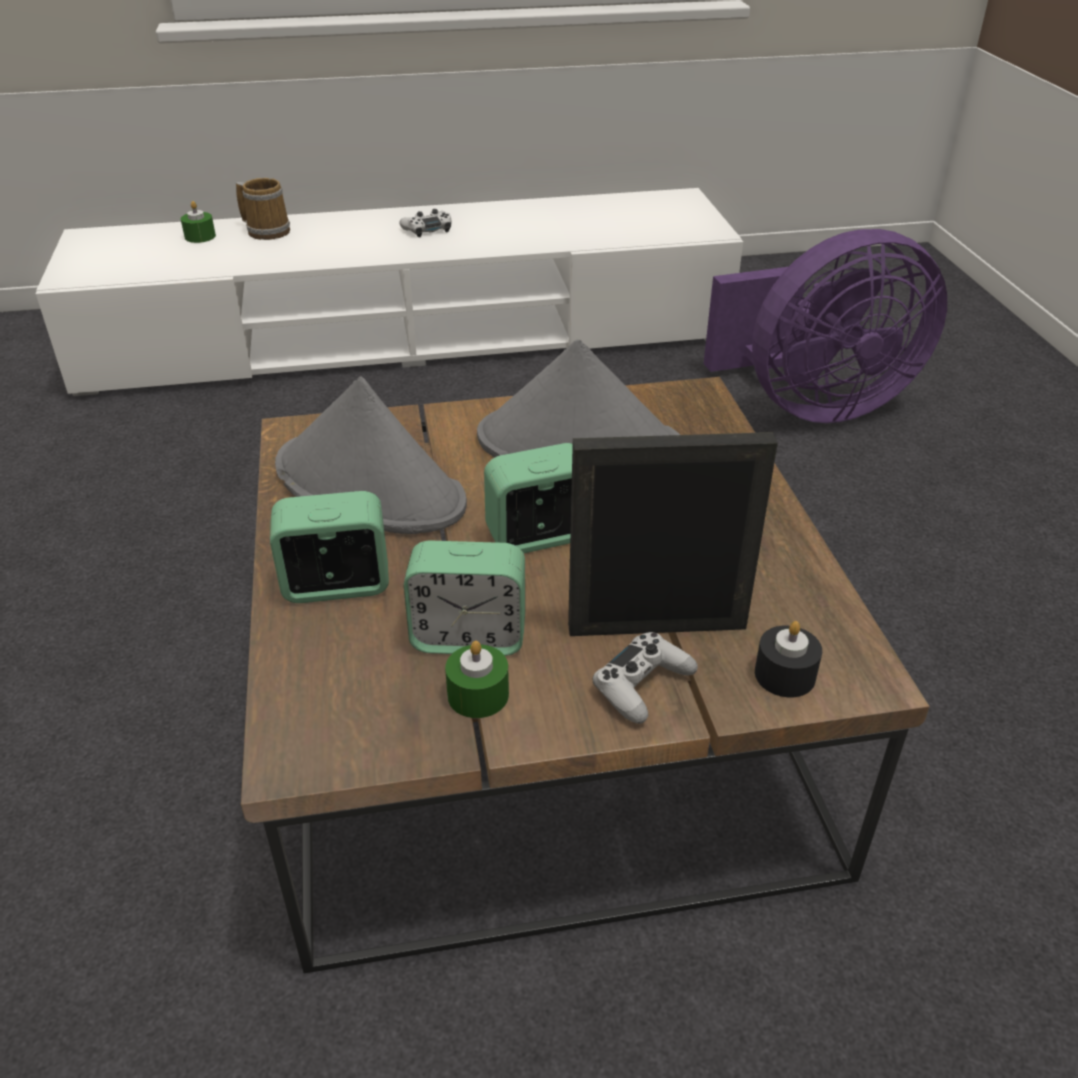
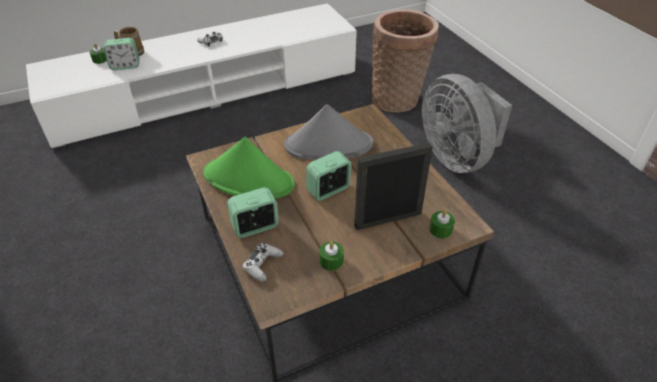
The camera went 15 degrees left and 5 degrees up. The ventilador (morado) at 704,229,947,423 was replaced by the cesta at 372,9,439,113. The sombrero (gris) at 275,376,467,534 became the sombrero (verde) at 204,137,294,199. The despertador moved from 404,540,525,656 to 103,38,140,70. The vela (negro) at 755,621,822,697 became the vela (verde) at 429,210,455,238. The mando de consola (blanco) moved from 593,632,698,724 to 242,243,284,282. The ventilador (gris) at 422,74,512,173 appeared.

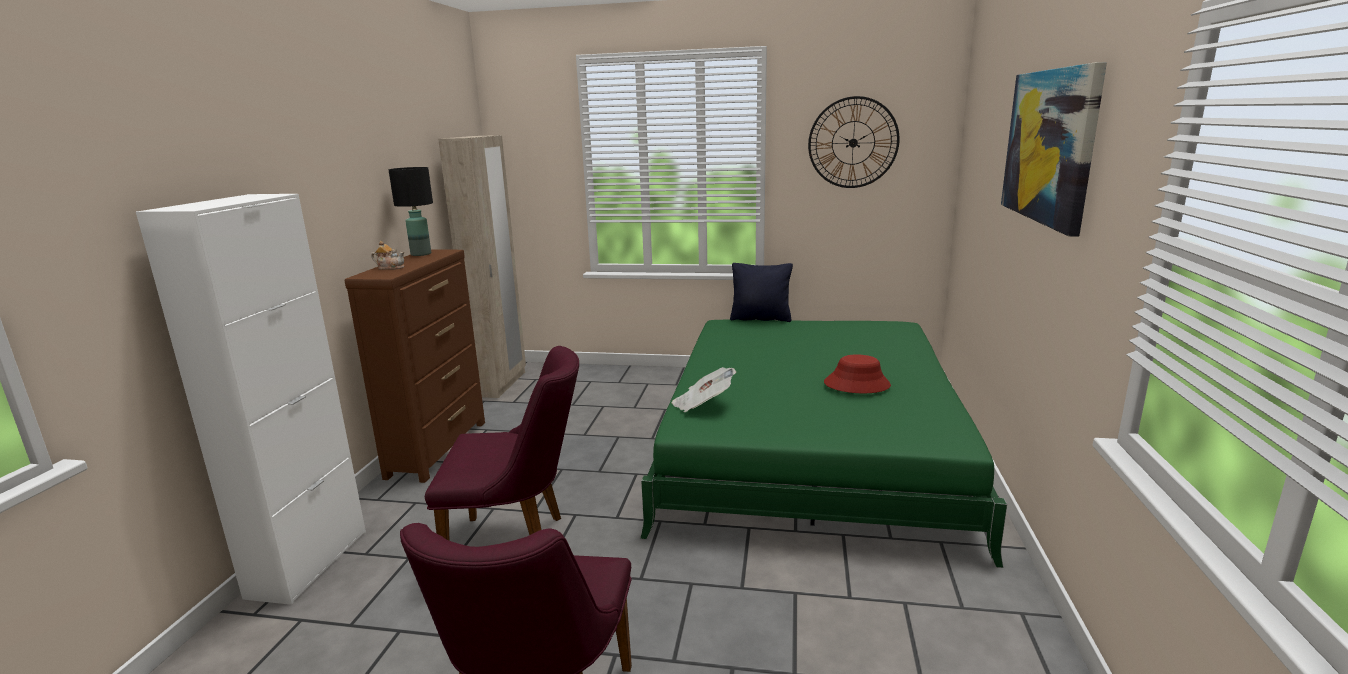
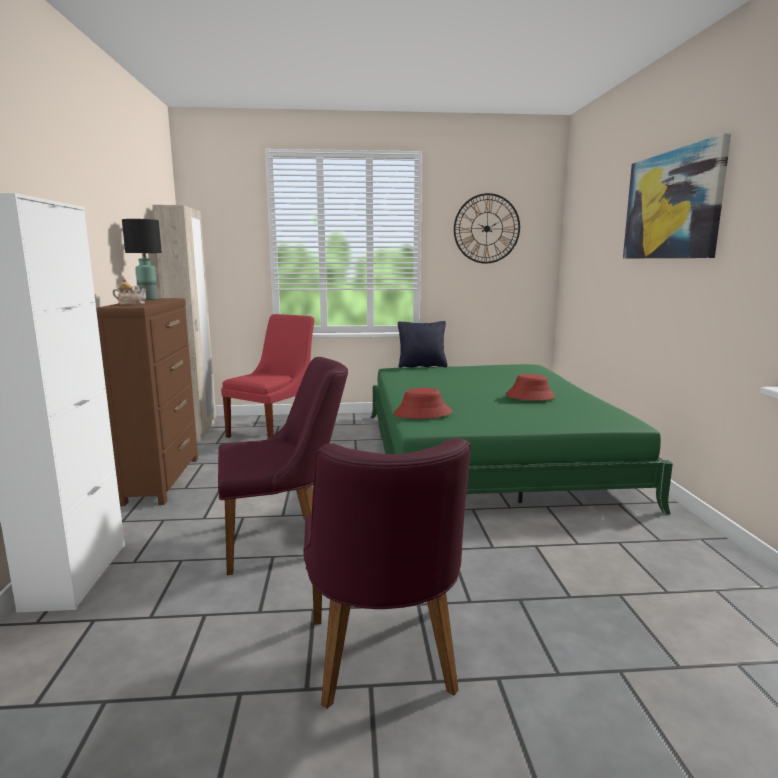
The camera went 15 degrees left and 5 degrees down. The periódico at 672,367,736,412 was replaced by the sombrero (rojo) at 394,388,452,419. The silla (rojo) at 221,314,315,438 appeared.

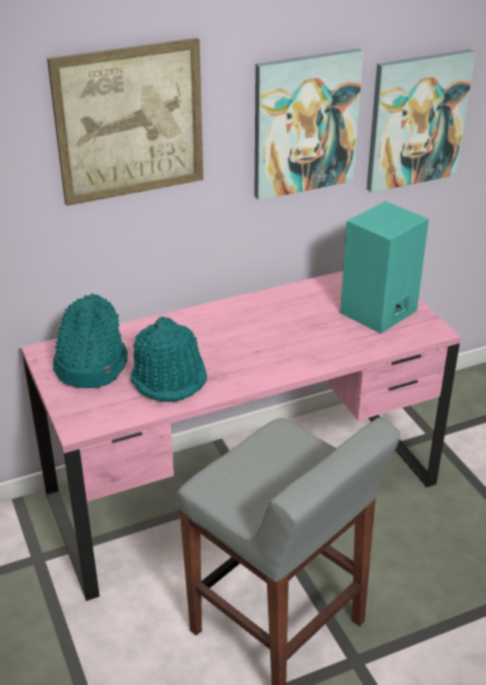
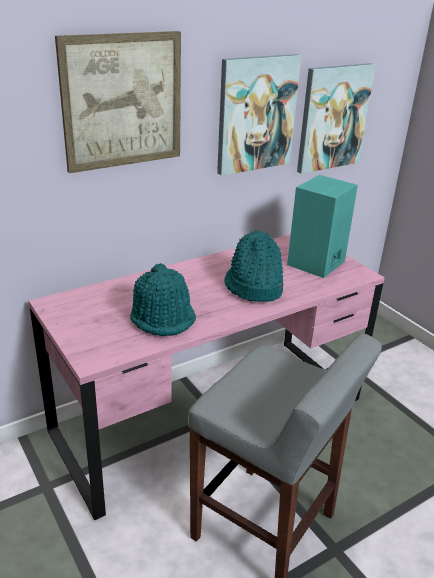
The camera went 10 degrees left and 5 degrees down. The sombrero (turquesa) moved from 53,293,128,388 to 224,230,283,302.

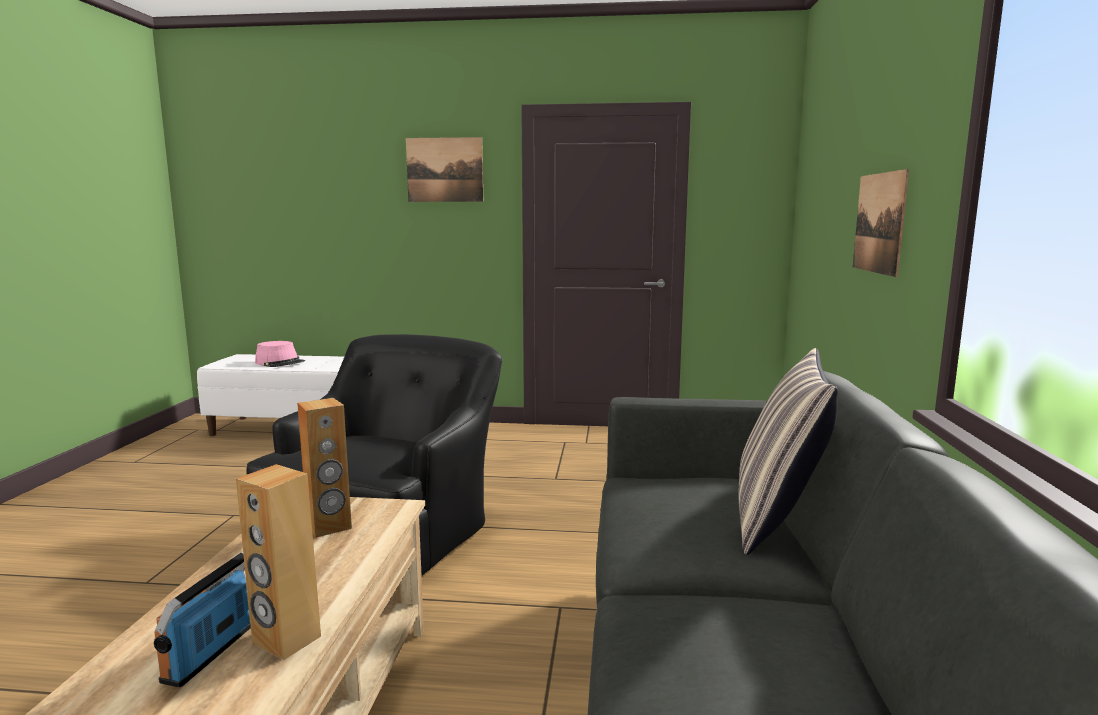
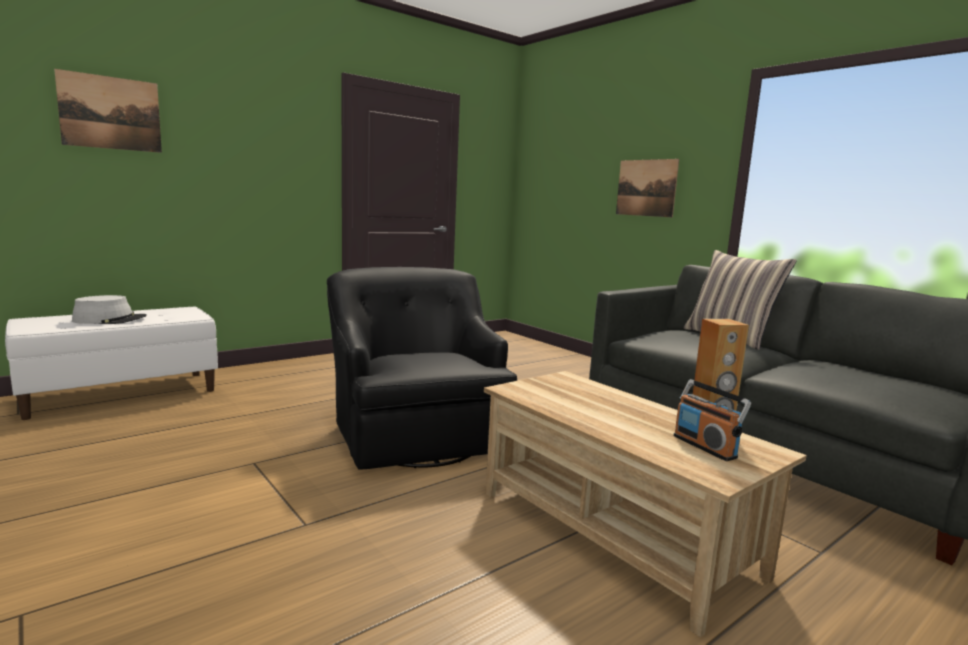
The camera went 45 degrees left and 0 degrees up. The cuadro moved from 406,137,483,202 to 54,69,162,153. The sombrero (rosa) at 255,341,305,367 became the sombrero (gris) at 72,295,147,324. The altavoz (marrón) at 297,398,352,538 disappeared.

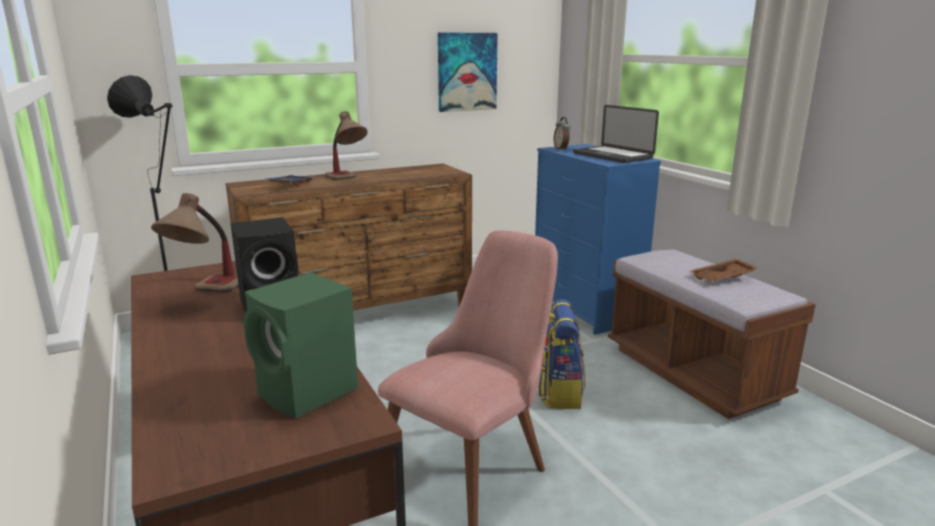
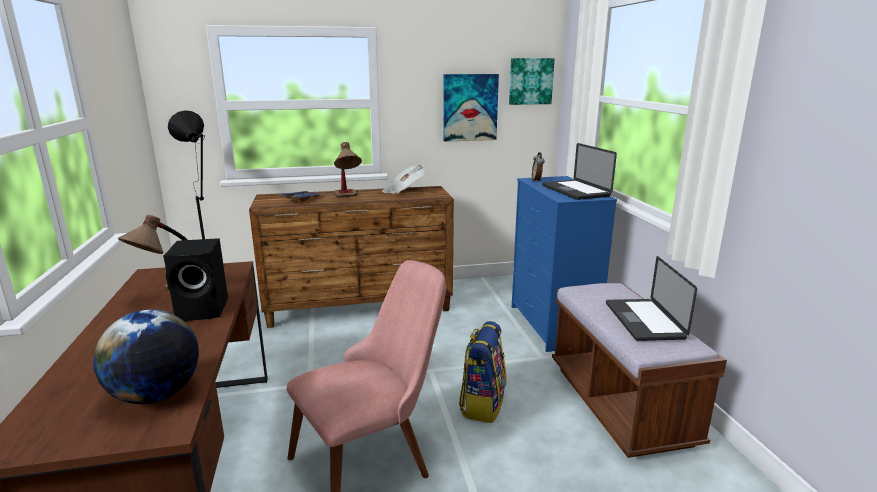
The camera went 15 degrees right and 0 degrees up. The bandeja (marrón) at 689,259,760,282 was replaced by the portátil at 606,256,697,341. The altavoz (verde) at 243,272,358,419 was replaced by the globo terráqueo at 93,310,199,404. The cuadro at 509,58,555,105 appeared. The periódico at 382,165,425,194 appeared.

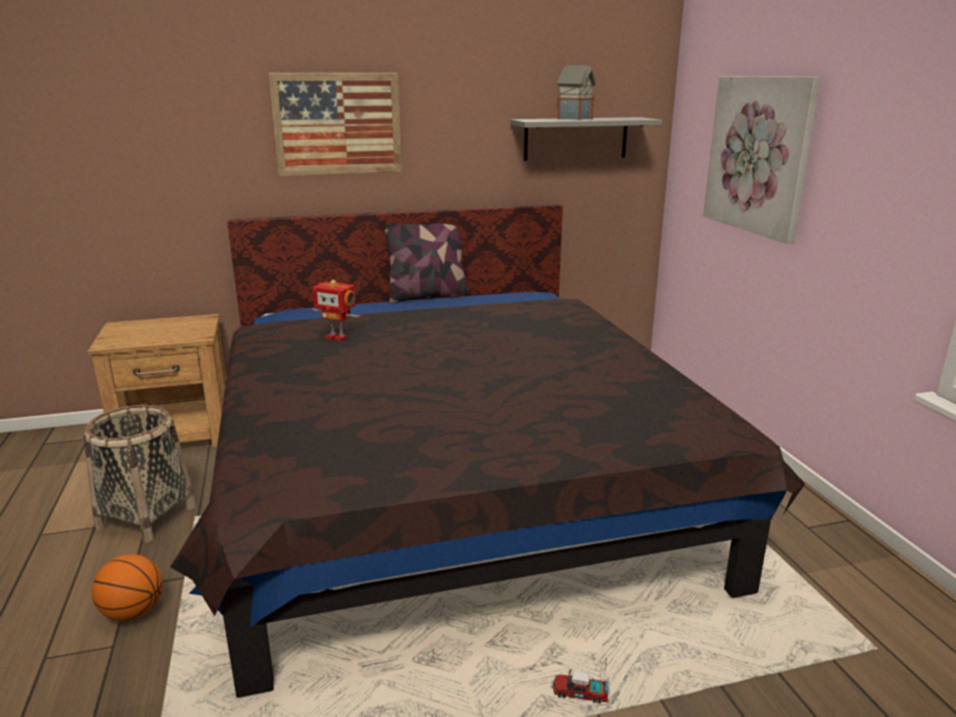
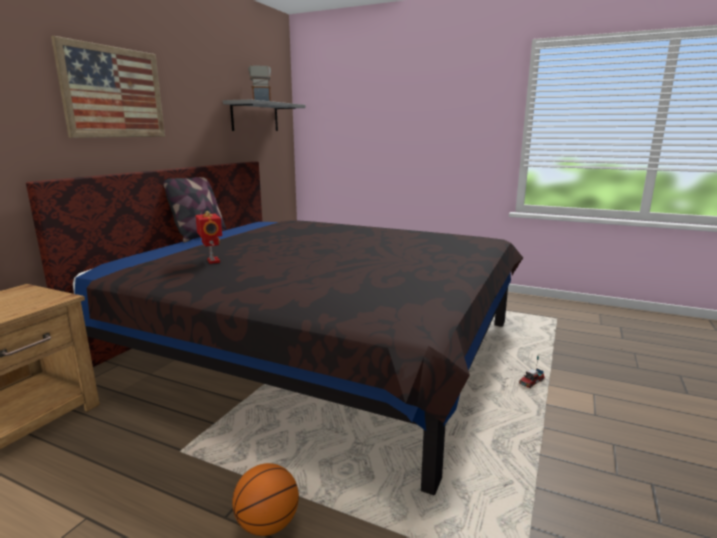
The camera went 50 degrees left and 5 degrees down. The cuadro at 703,76,821,244 disappeared. The robot de juguete at 312,280,361,341 turned 90 degrees counterclockwise. The cesta at 84,405,197,543 disappeared.

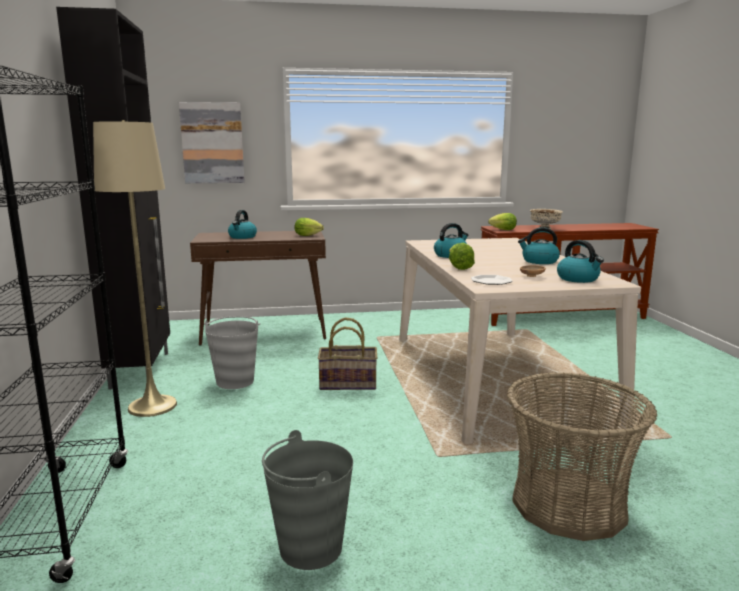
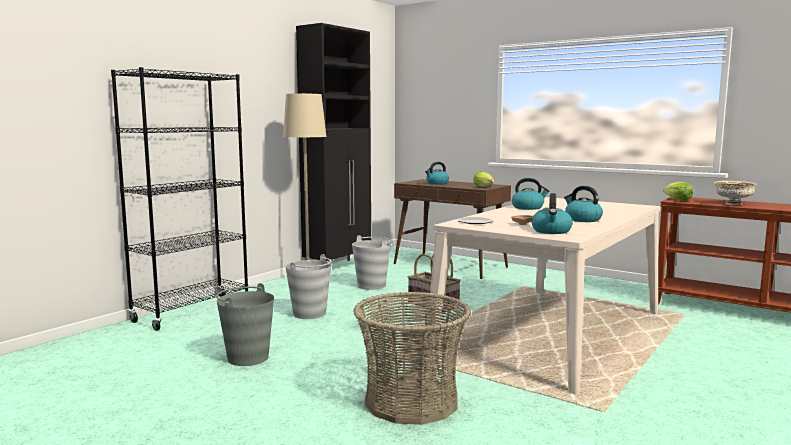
The camera went 45 degrees right and 5 degrees down. The cuadro at 179,102,245,183 disappeared. The lechuga at 449,243,475,270 disappeared. The cubo (gris) at 285,254,331,319 appeared.

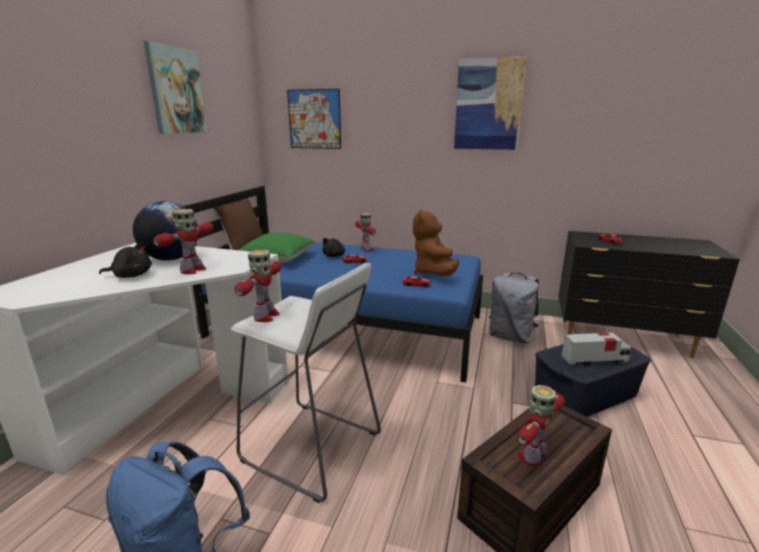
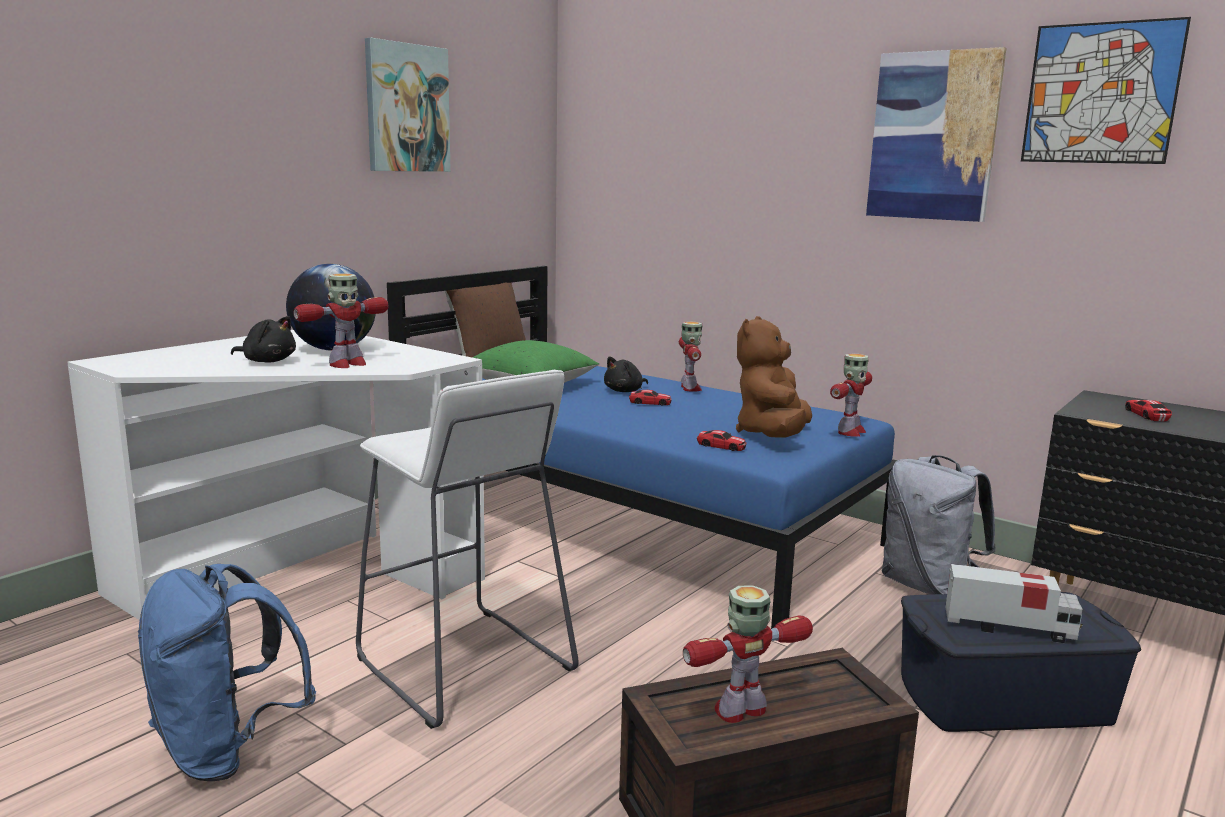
The camera went 20 degrees right and 5 degrees down. The cuadro moved from 287,89,341,149 to 1021,17,1191,164. The robot de juguete moved from 234,249,281,322 to 830,353,872,437.

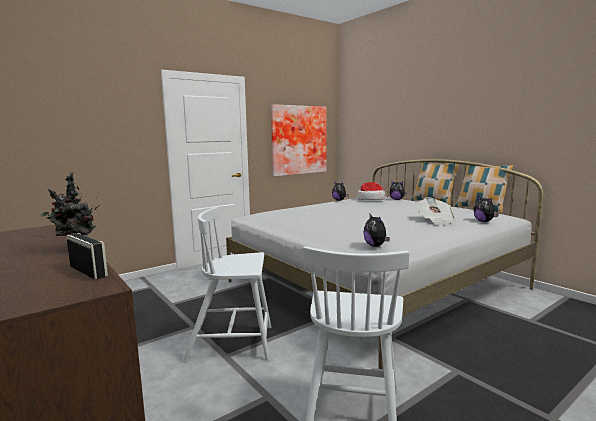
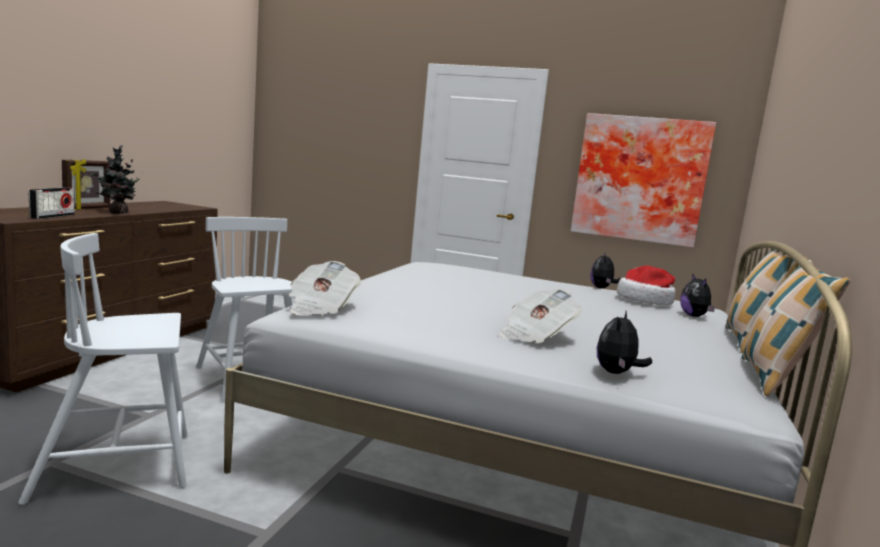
The camera went 55 degrees right and 0 degrees up. The peluche at 364,213,390,247 was replaced by the periódico at 289,261,361,315. The portarretratos at 62,159,110,210 appeared.

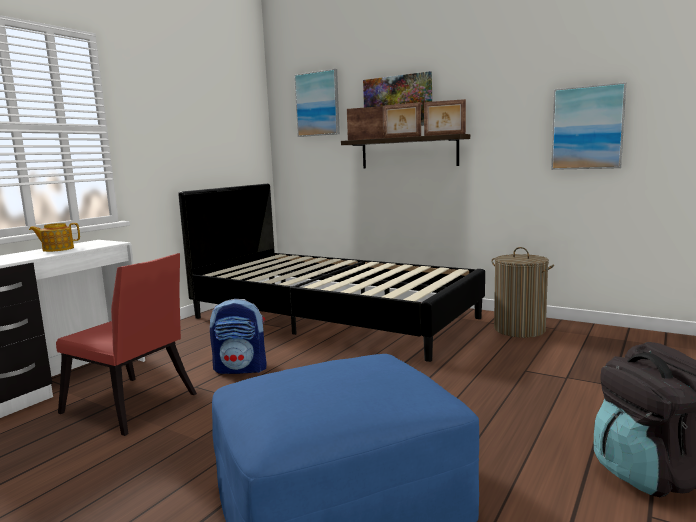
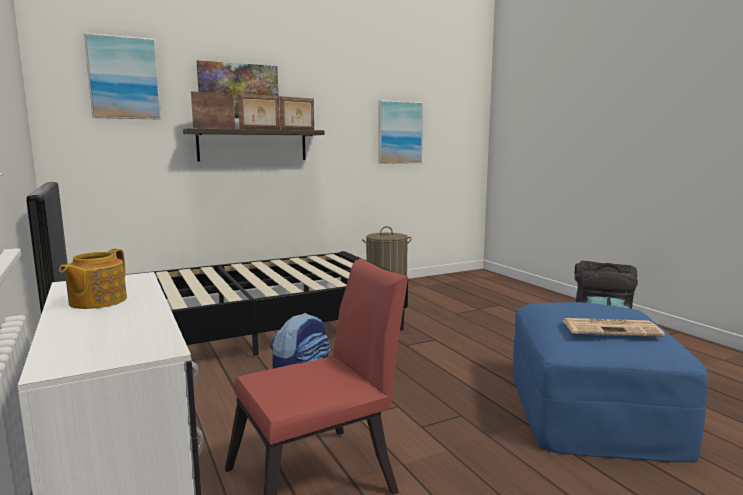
The camera went 60 degrees left and 0 degrees up. The periódico at 563,318,665,337 appeared.

